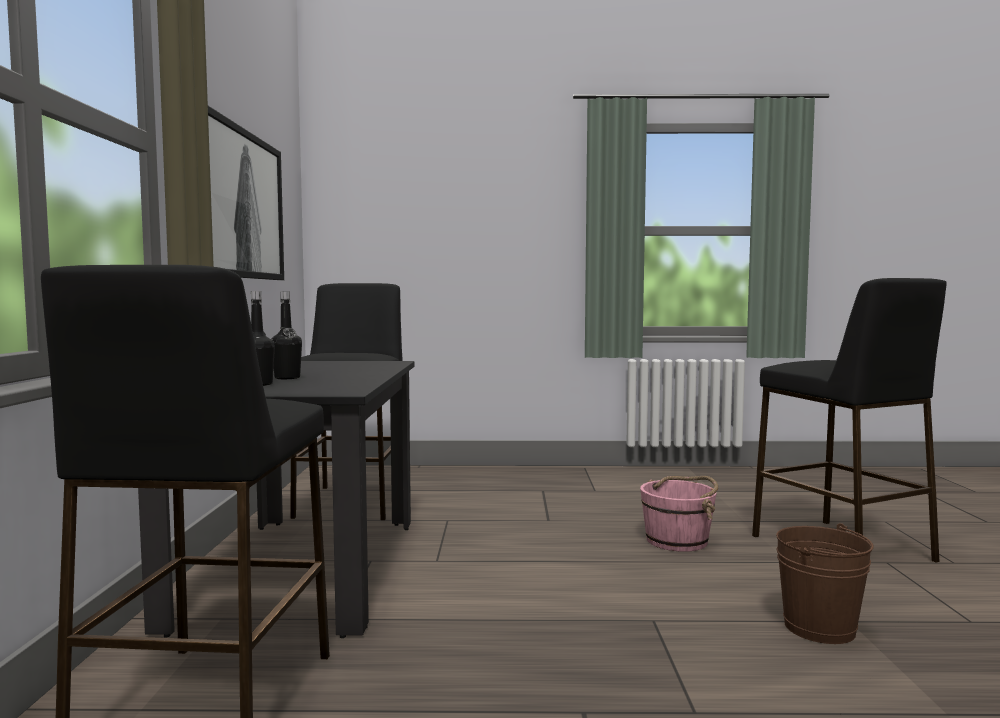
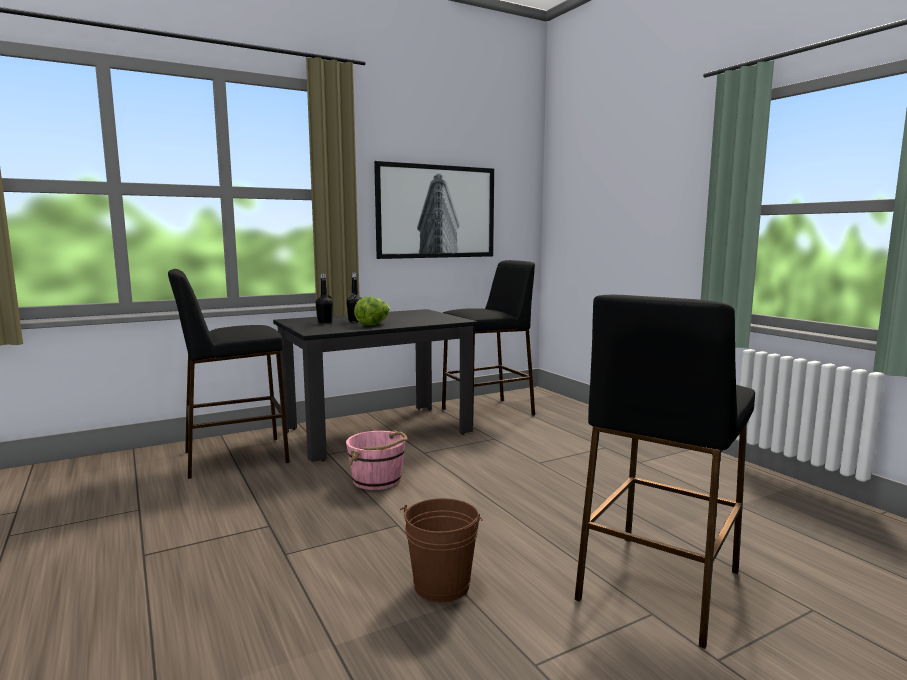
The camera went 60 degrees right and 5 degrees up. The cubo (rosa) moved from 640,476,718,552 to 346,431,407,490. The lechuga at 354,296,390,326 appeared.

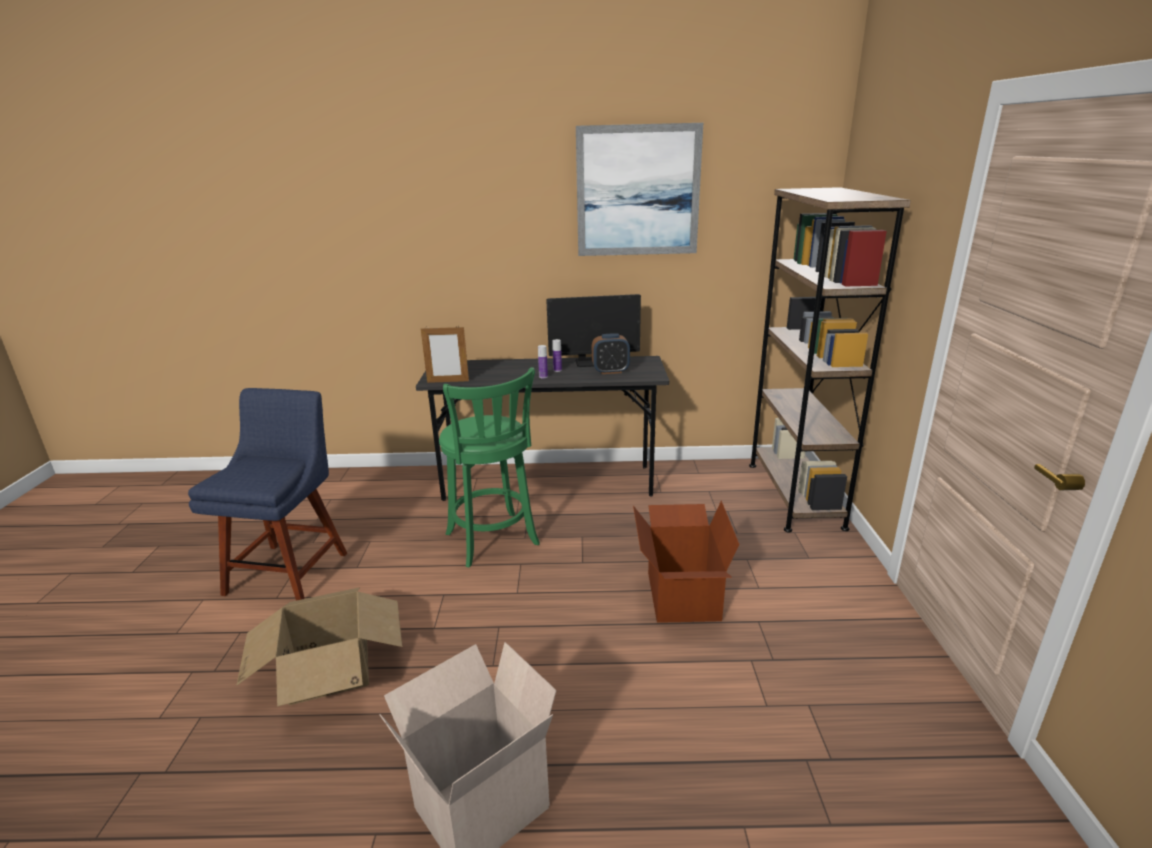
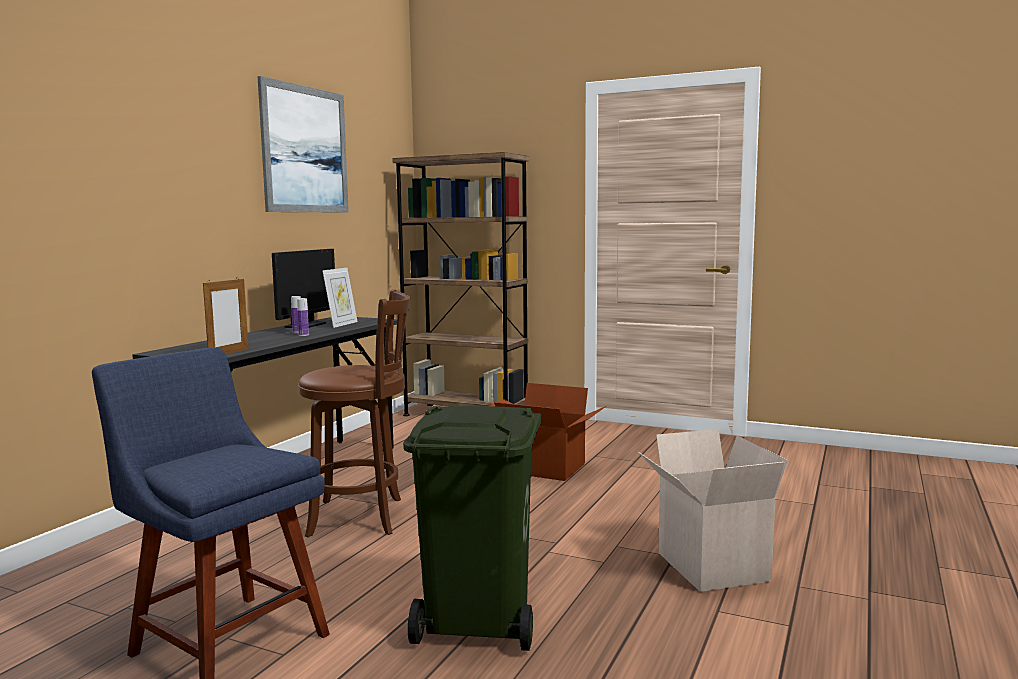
The camera went 65 degrees left and 15 degrees down. The despertador at 592,333,630,374 was replaced by the portarretratos at 322,268,357,328. The taburete (verde) at 439,367,540,567 became the taburete (marrón) at 298,290,410,537. The caja de cartón at 236,587,403,706 was replaced by the papelera (verde) at 403,406,541,651.

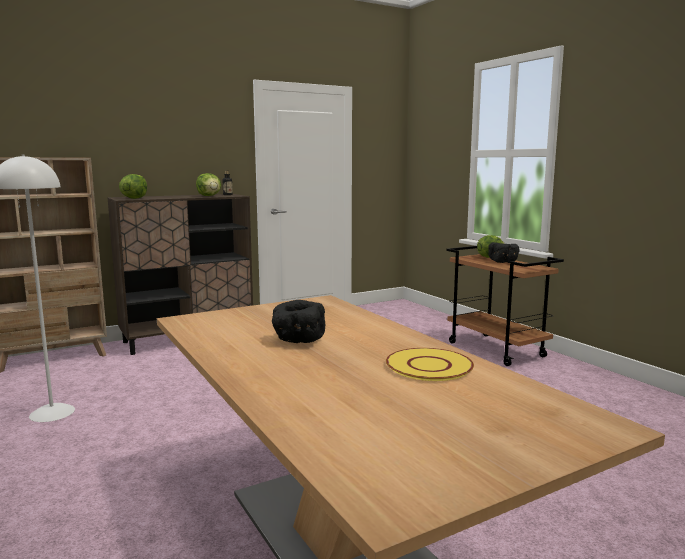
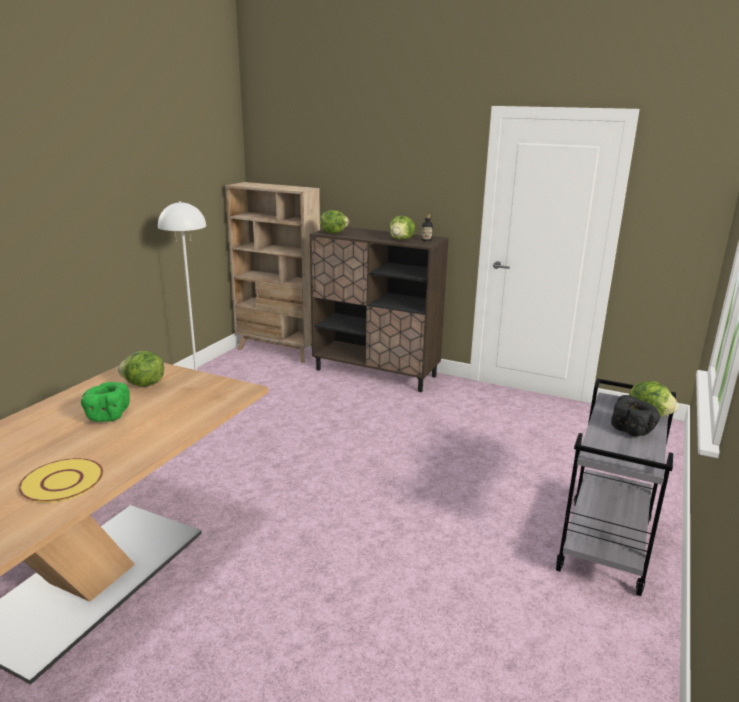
The camera went 55 degrees right and 10 degrees up. The carrito (marrón) at 446,246,564,366 became the carrito (gris) at 556,378,676,596. The cuenco (negro) at 272,300,326,343 became the cuenco (verde) at 81,382,130,422. The lechuga at 118,351,164,387 appeared.

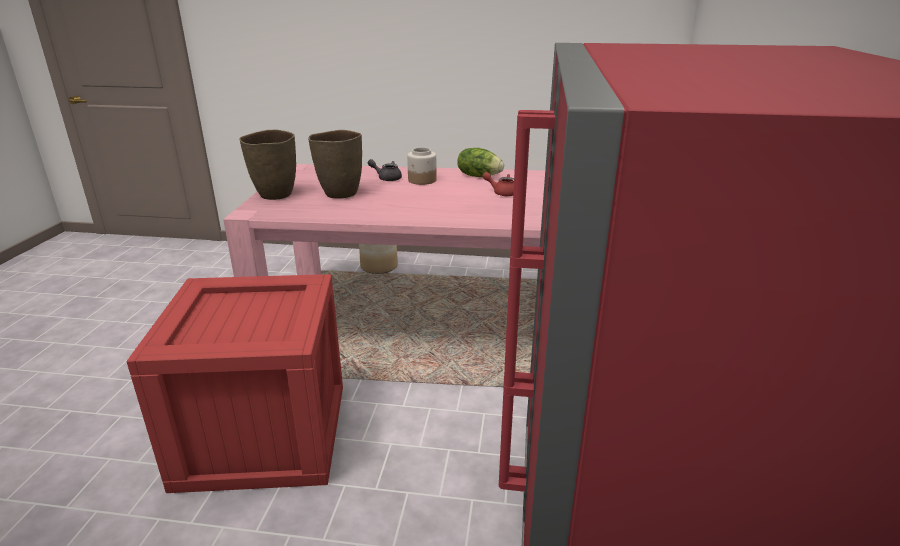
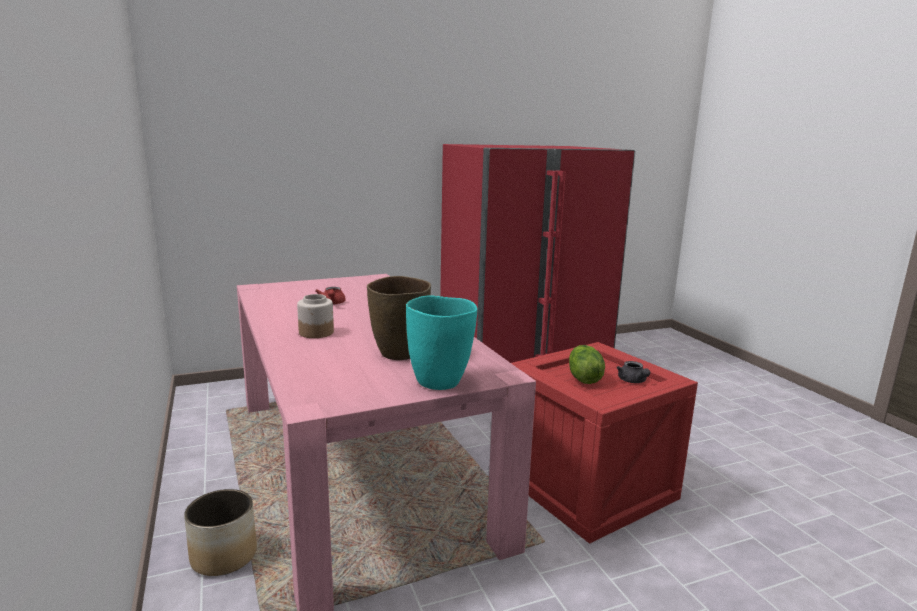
The camera went 120 degrees left and 10 degrees down. The florero (marrón) at 239,130,296,200 became the florero (turquesa) at 406,295,478,390. The lechuga moved from 457,148,504,177 to 569,345,605,384. The tetera (gris) moved from 368,159,402,181 to 617,361,650,383.

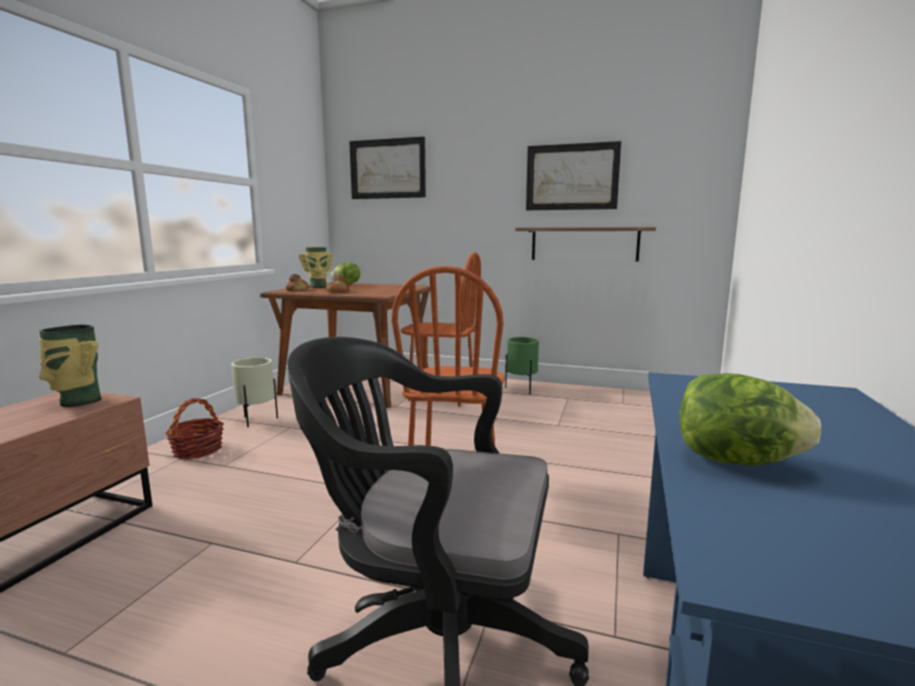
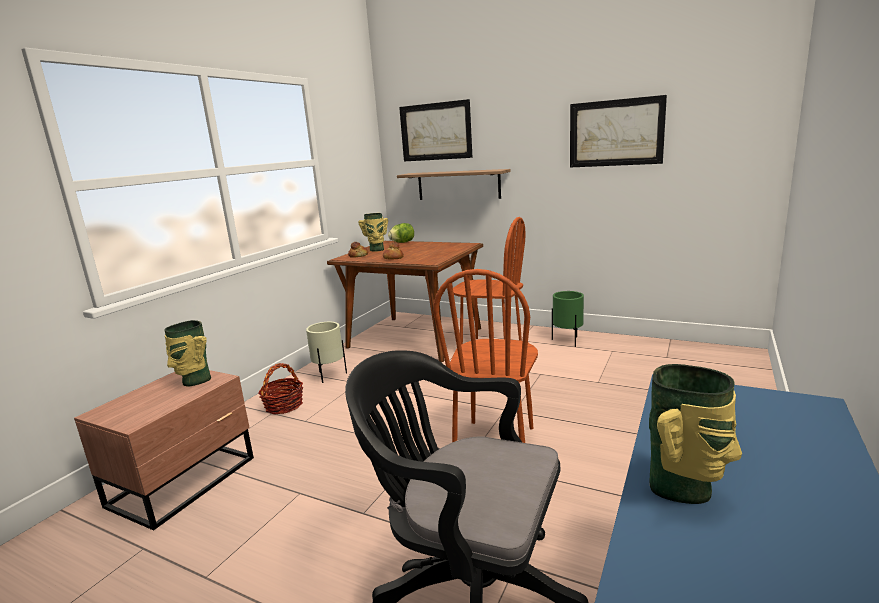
The camera went 10 degrees right and 5 degrees up. The estante moved from 515,227,656,262 to 397,169,511,200. The lechuga at 680,373,821,465 was replaced by the florero at 649,364,742,504.

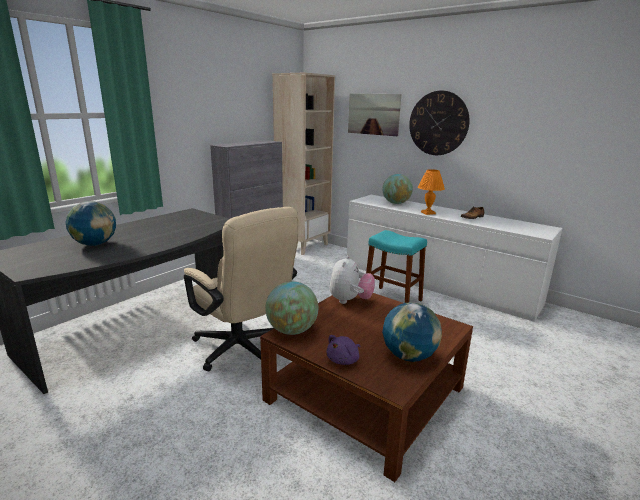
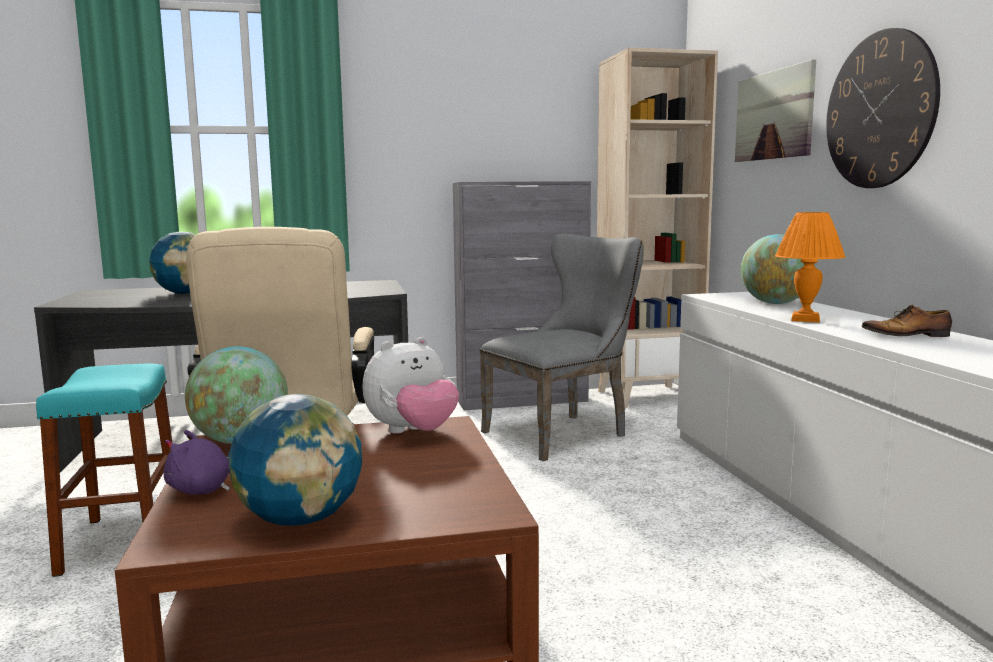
The camera went 40 degrees right and 10 degrees down. The taburete (turquesa) moved from 366,230,427,303 to 36,363,172,577. The silla (gris) at 480,234,644,461 appeared.

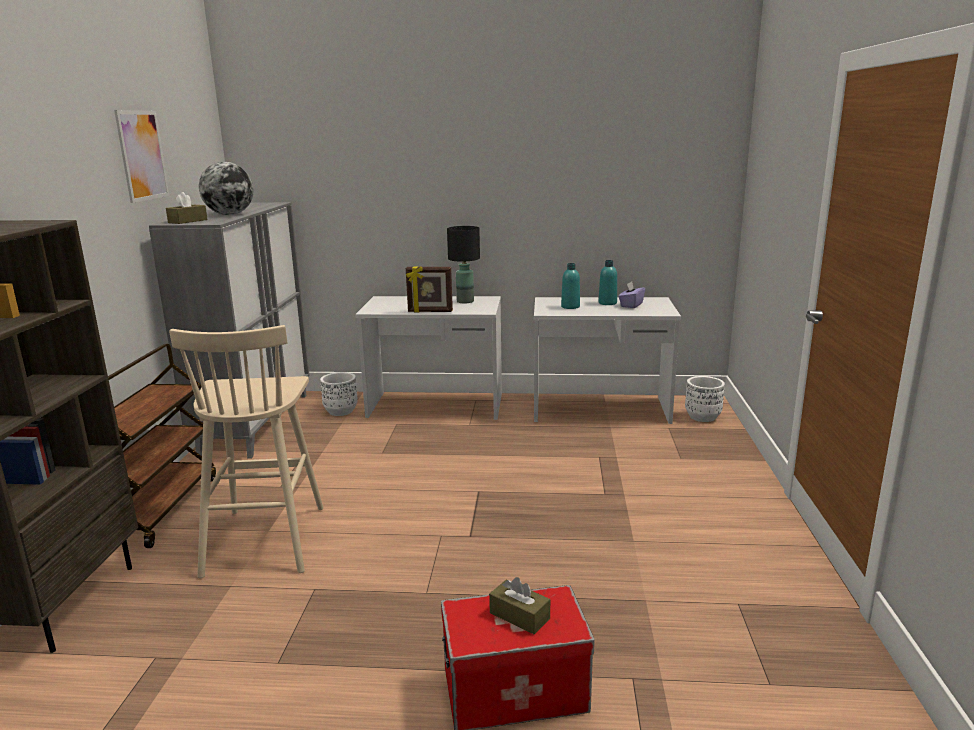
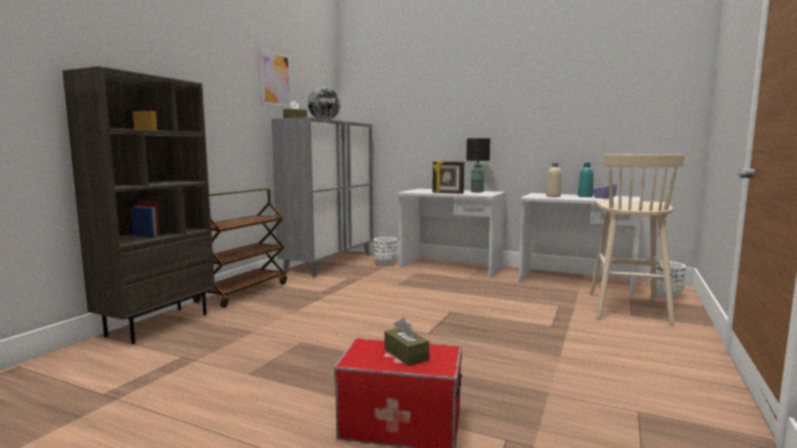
The camera went 20 degrees right and 10 degrees down. The botella (turquesa) at 561,263,580,309 became the botella (beis) at 546,163,561,197. The taburete (beis) moved from 169,325,323,578 to 590,154,685,326.

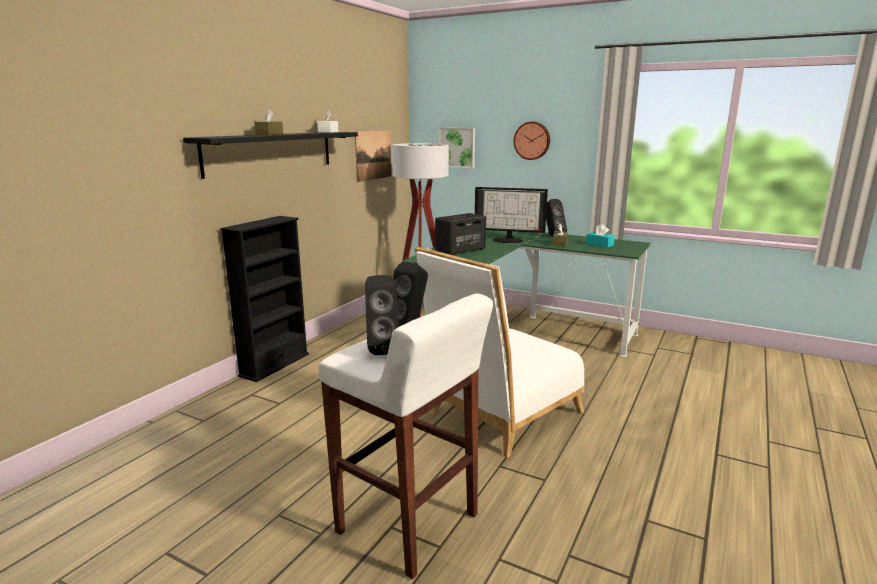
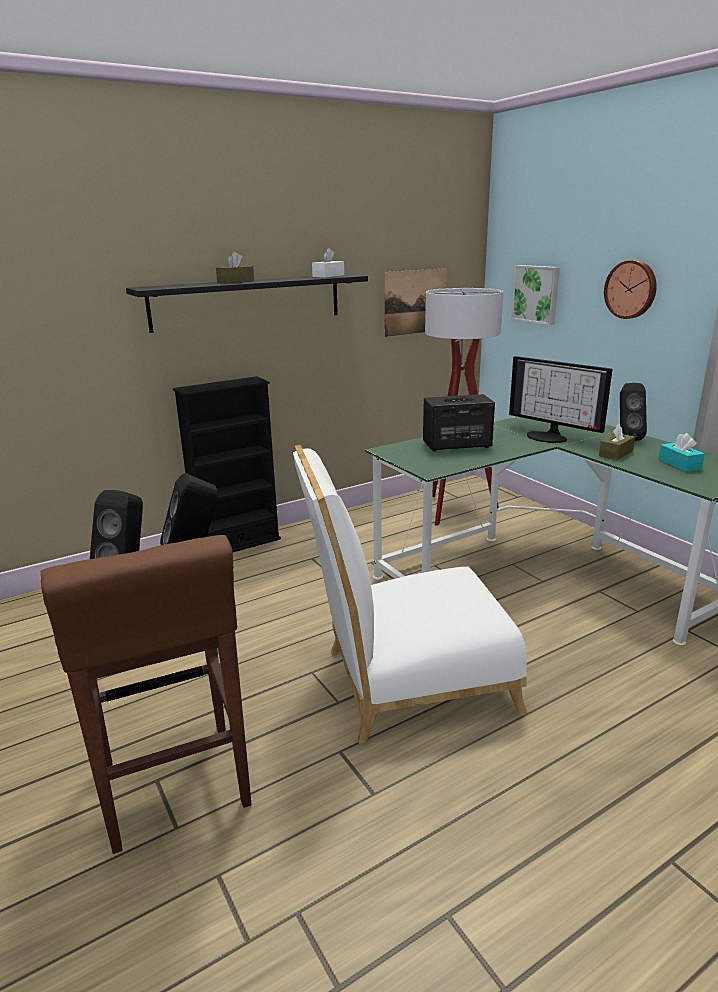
The camera went 30 degrees right and 5 degrees up. The taburete (blanco) at 319,293,493,579 became the taburete (marrón) at 40,535,252,854.

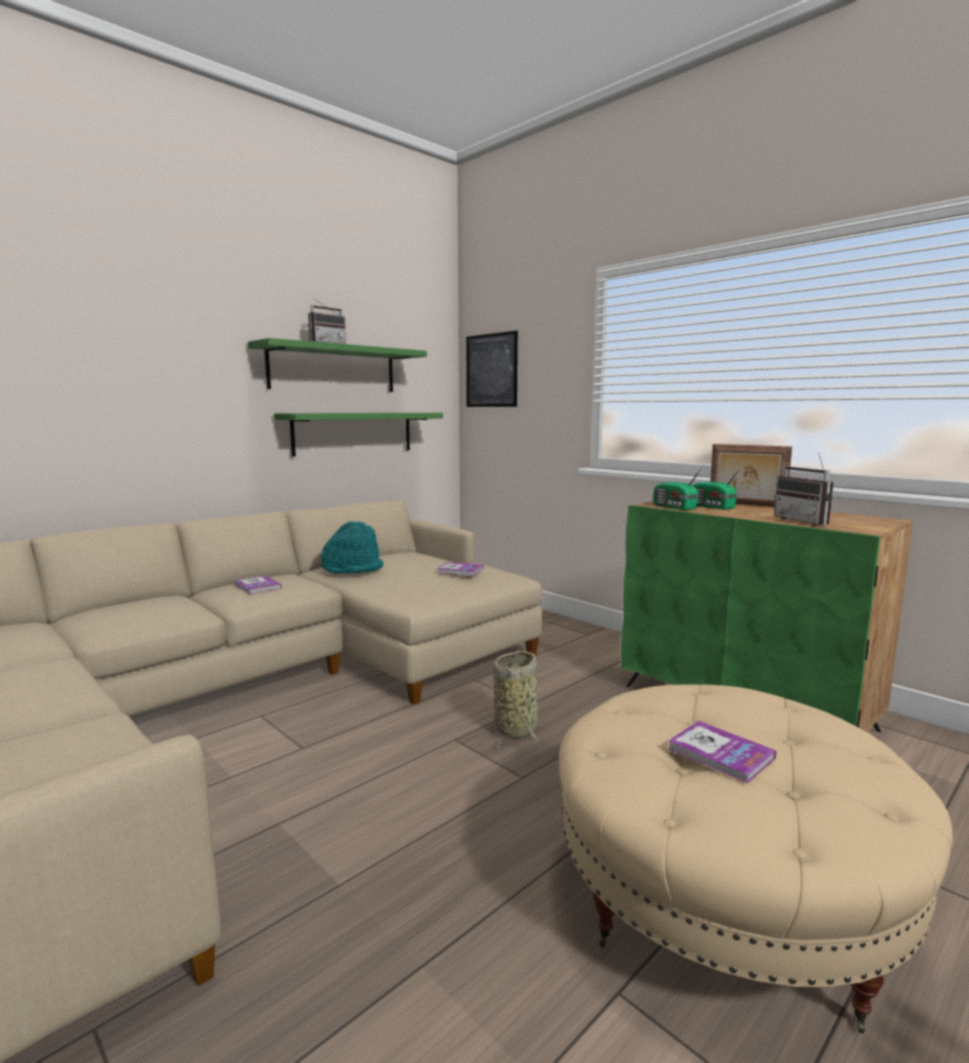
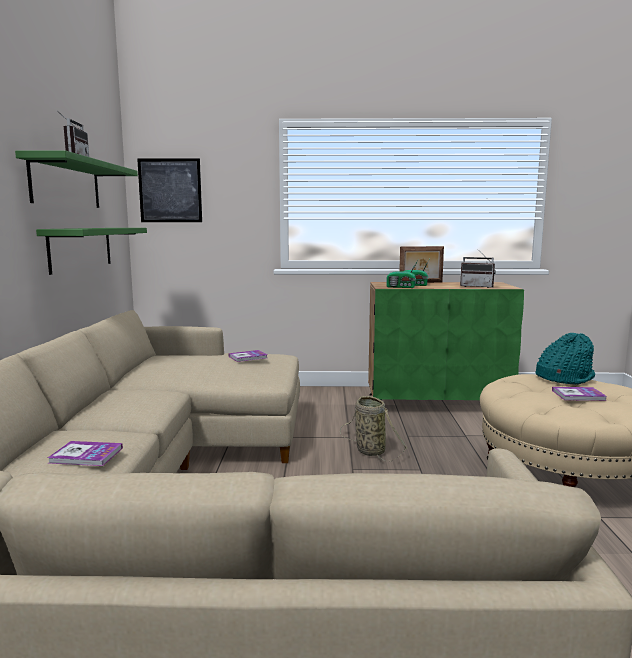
The camera went 45 degrees left and 0 degrees up. The sombrero (turquesa) moved from 321,521,384,574 to 535,333,595,385. The libro moved from 234,575,282,594 to 48,441,123,466.

